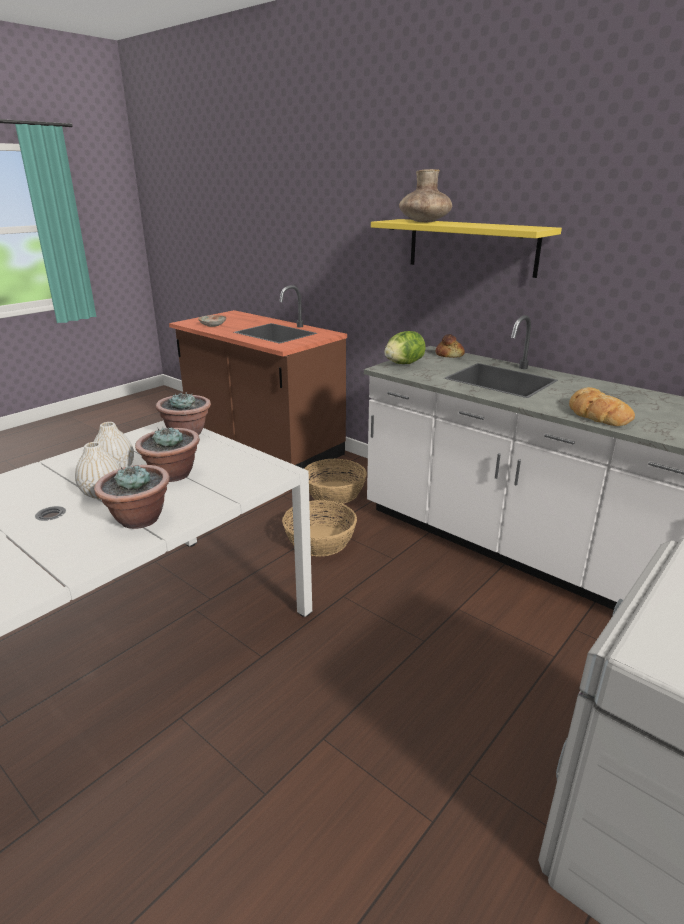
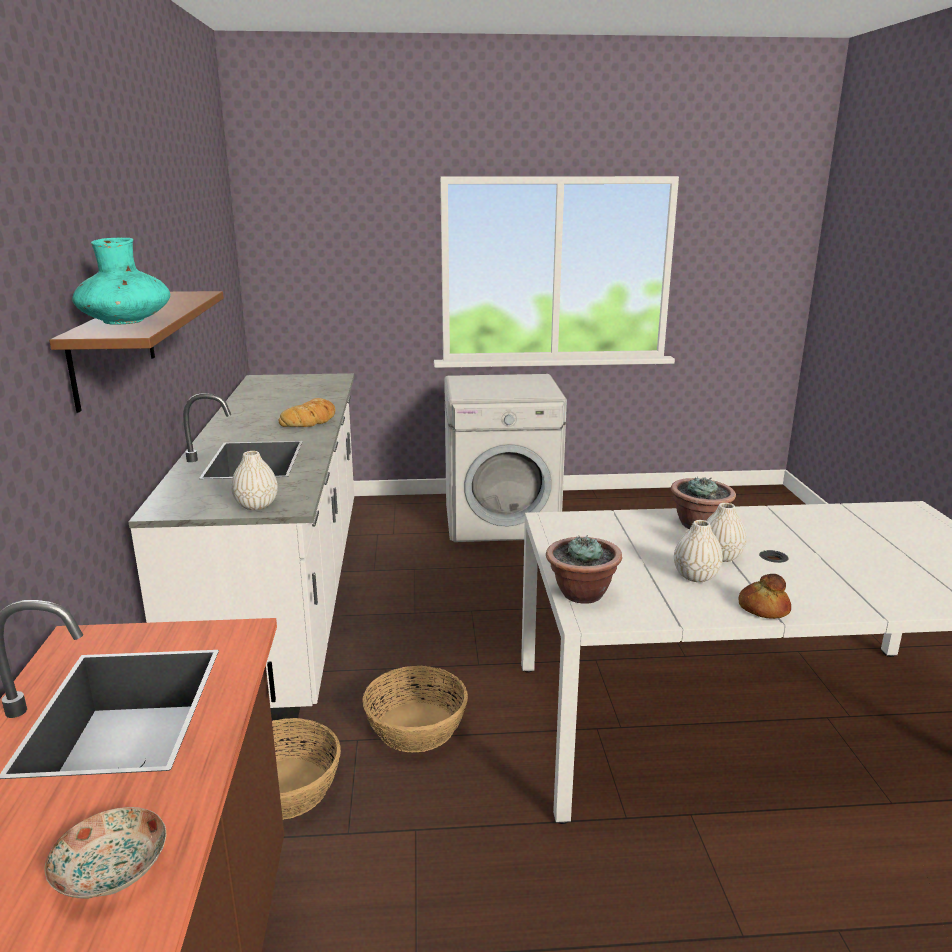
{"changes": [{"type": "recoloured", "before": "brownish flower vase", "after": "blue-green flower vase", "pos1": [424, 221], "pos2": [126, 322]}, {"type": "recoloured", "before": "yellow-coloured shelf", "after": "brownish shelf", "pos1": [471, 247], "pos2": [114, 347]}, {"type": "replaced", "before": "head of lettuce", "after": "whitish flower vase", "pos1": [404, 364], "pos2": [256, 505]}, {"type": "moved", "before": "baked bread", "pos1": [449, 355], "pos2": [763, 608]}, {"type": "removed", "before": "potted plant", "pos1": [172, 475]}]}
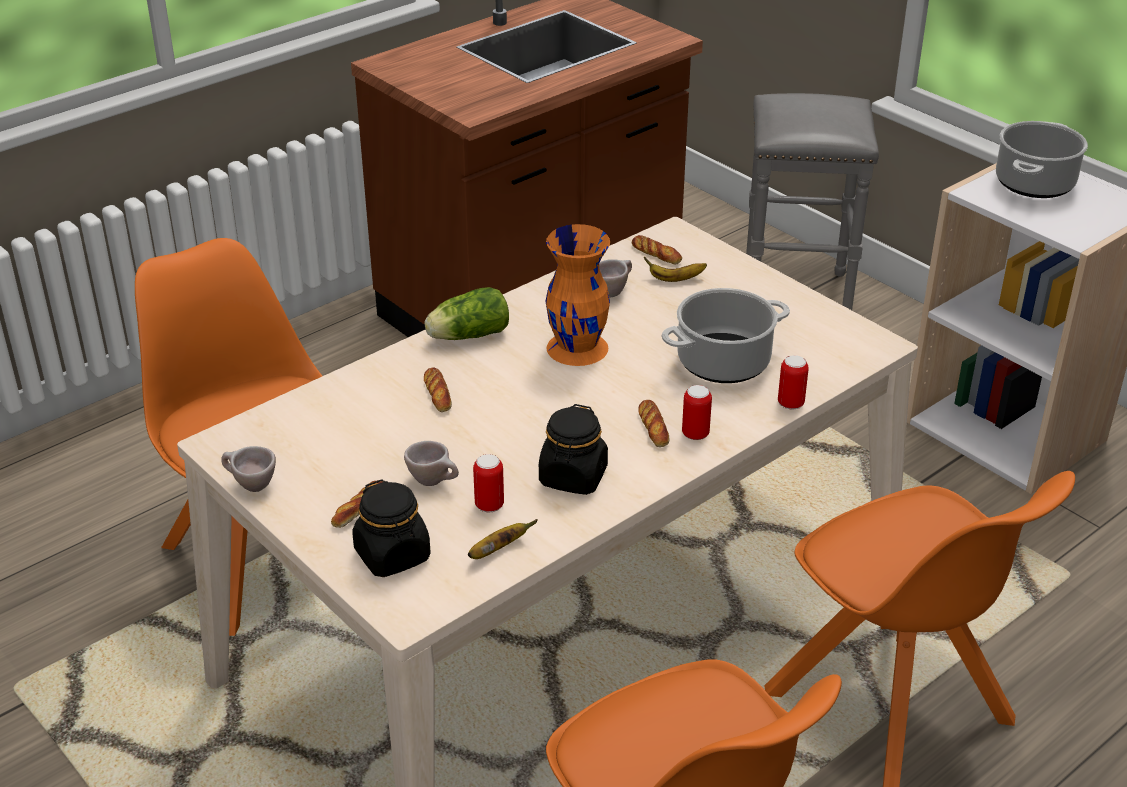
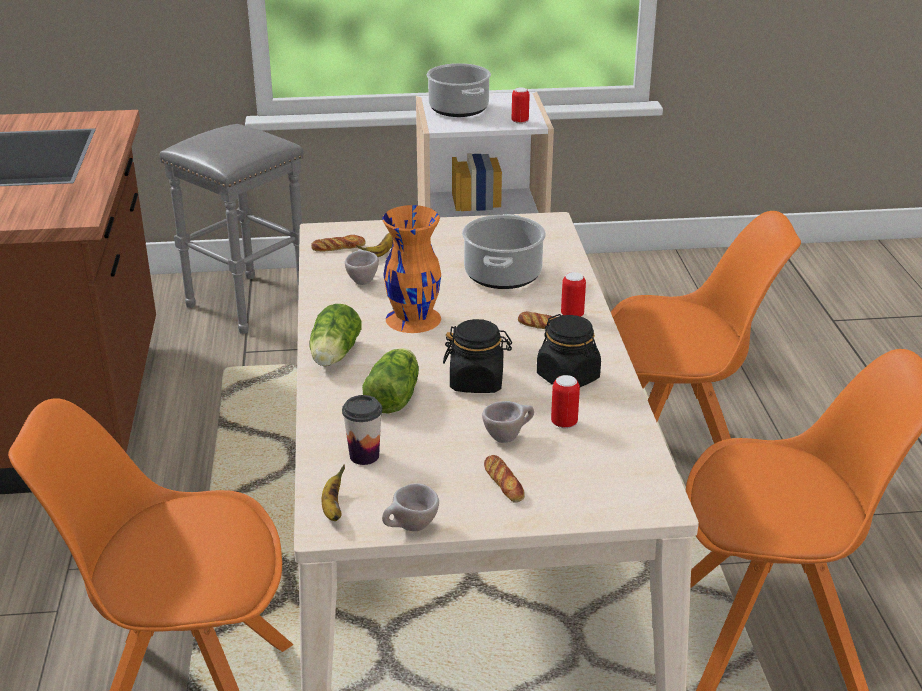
{"changes": [{"type": "moved", "before": "sealed can", "pos1": [790, 403], "pos2": [520, 121]}, {"type": "replaced", "before": "baked bread", "after": "head of lettuce", "pos1": [438, 394], "pos2": [395, 395]}, {"type": "moved", "before": "black jar", "pos1": [393, 555], "pos2": [477, 382]}, {"type": "moved", "before": "banana fruit", "pos1": [498, 550], "pos2": [333, 508]}, {"type": "added", "after": "small cup", "pos2": [364, 456]}]}
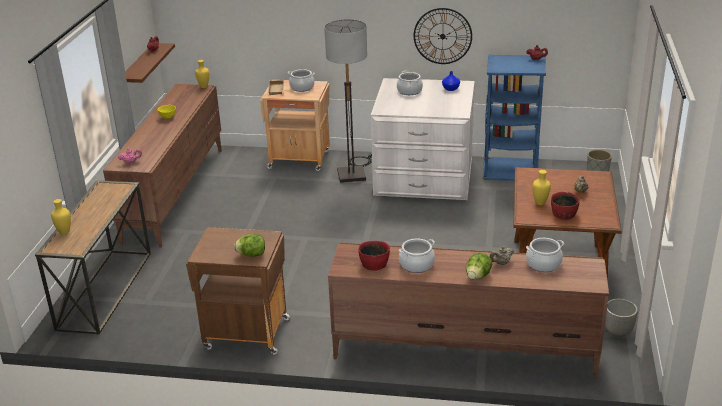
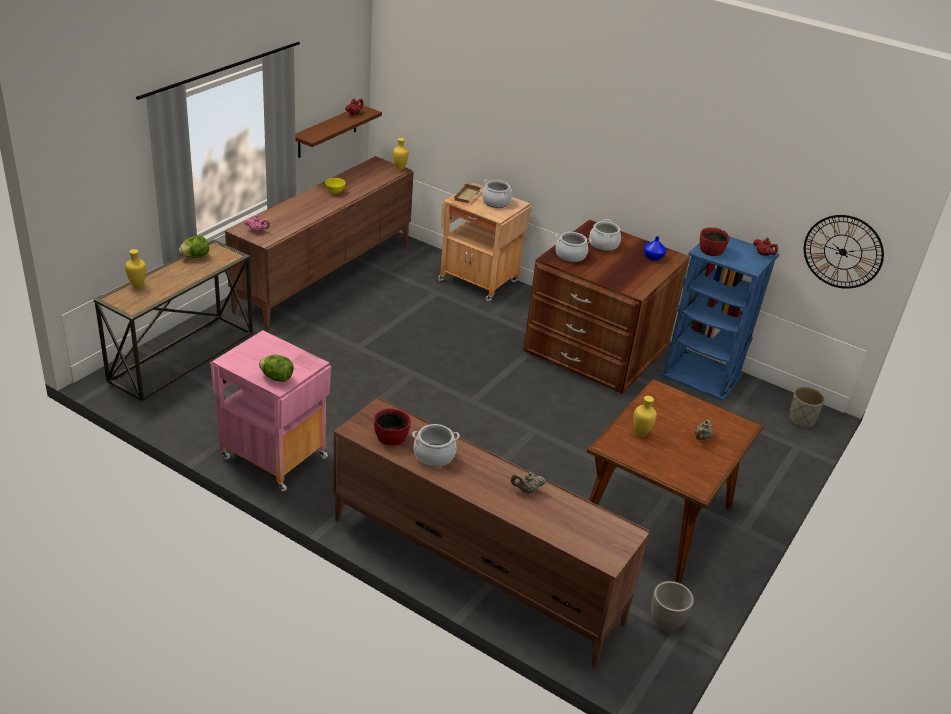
{"changes": [{"type": "moved", "before": "wall clock", "pos1": [442, 36], "pos2": [843, 252]}, {"type": "removed", "before": "standing lamp", "pos1": [354, 171]}, {"type": "recoloured", "before": "whitish drawer chest", "after": "brownish drawer chest", "pos1": [424, 176], "pos2": [596, 348]}, {"type": "moved", "before": "red-coloured bowl", "pos1": [563, 214], "pos2": [710, 251]}, {"type": "recoloured", "before": "brownish trolley", "after": "pink-coloured trolley", "pos1": [245, 333], "pos2": [273, 456]}, {"type": "moved", "before": "saucepot", "pos1": [543, 264], "pos2": [570, 256]}, {"type": "moved", "before": "head of lettuce", "pos1": [478, 276], "pos2": [195, 256]}]}
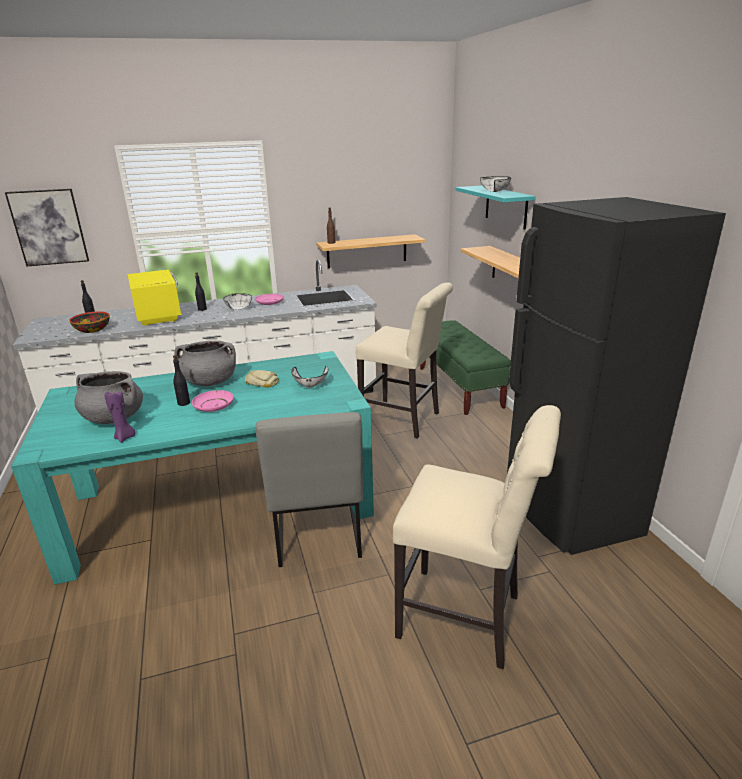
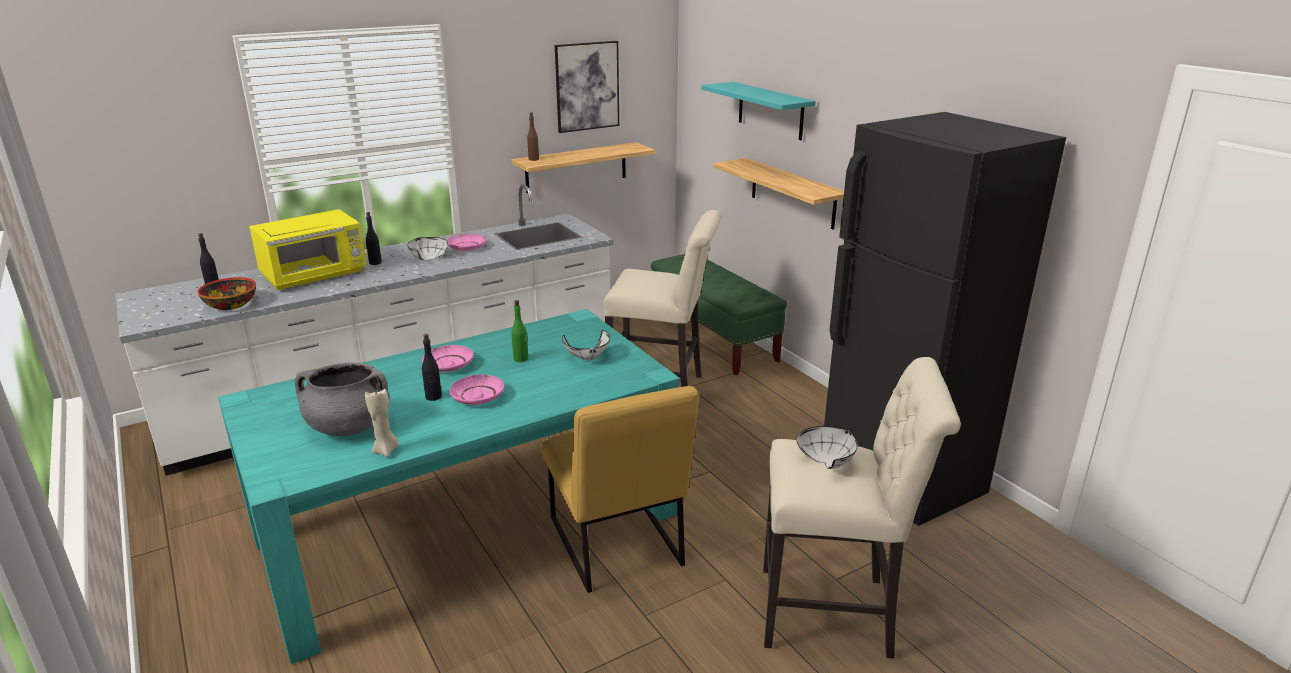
{"changes": [{"type": "moved", "before": "whitish bowl", "pos1": [496, 191], "pos2": [828, 460]}, {"type": "moved", "before": "picture", "pos1": [49, 227], "pos2": [587, 86]}, {"type": "turned", "before": "yellow-coloured kitchen microwave", "pos1": [158, 315], "pos2": [316, 275], "turn": 90}, {"type": "replaced", "before": "gray saucepot", "after": "pink-coloured plate", "pos1": [210, 382], "pos2": [448, 365]}, {"type": "replaced", "before": "baked bread", "after": "green beverage bottle", "pos1": [262, 382], "pos2": [521, 359]}, {"type": "recoloured", "before": "purplish candle", "after": "beige candle", "pos1": [125, 437], "pos2": [386, 450]}, {"type": "recoloured", "before": "gray upright chair", "after": "yellow-coloured upright chair", "pos1": [317, 532], "pos2": [616, 544]}]}
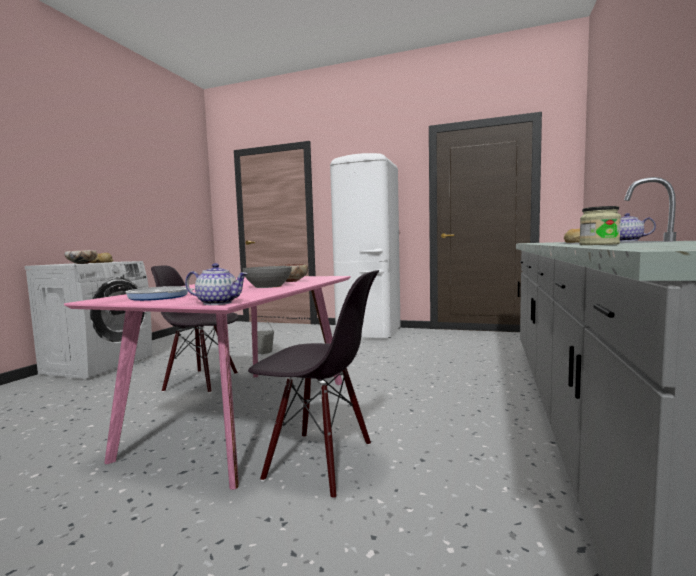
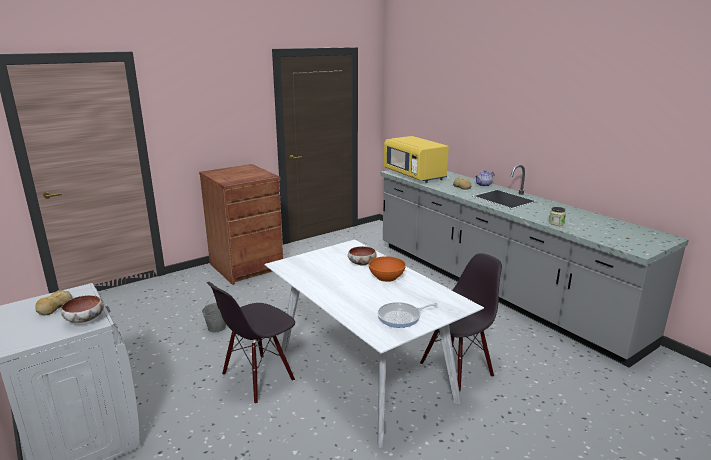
{"changes": [{"type": "replaced", "before": "whitish kitchen fridge", "after": "brownish drawer chest", "pos1": [368, 332], "pos2": [247, 267]}, {"type": "removed", "before": "tea pot", "pos1": [218, 303]}, {"type": "recoloured", "before": "gray bowl", "after": "orange-coloured bowl", "pos1": [268, 286], "pos2": [386, 277]}, {"type": "recoloured", "before": "pink-coloured kitchen table", "after": "whitish kitchen table", "pos1": [249, 415], "pos2": [365, 374]}, {"type": "added", "after": "yellow-coloured kitchen microwave", "pos2": [415, 175]}]}
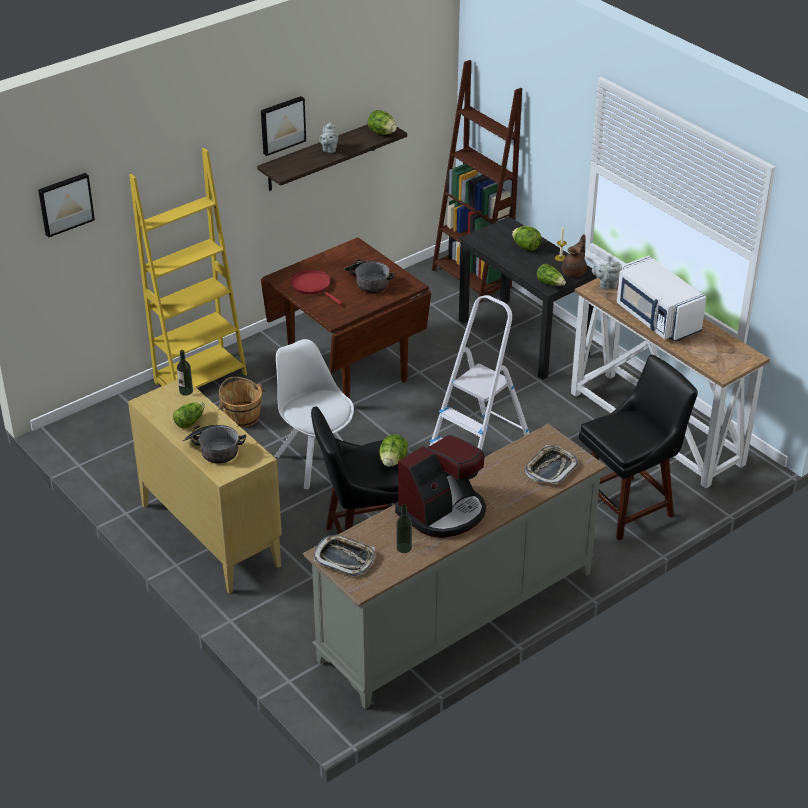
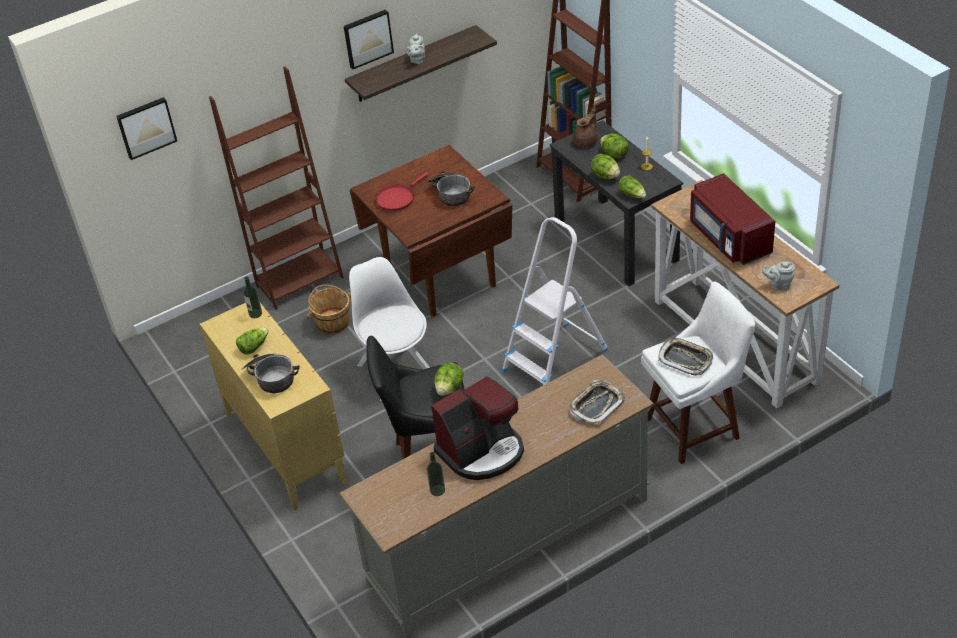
{"changes": [{"type": "moved", "before": "head of lettuce", "pos1": [382, 133], "pos2": [605, 176]}, {"type": "recoloured", "before": "yellow-coloured bookshelf", "after": "brownish bookshelf", "pos1": [200, 378], "pos2": [299, 281]}, {"type": "moved", "before": "brownish tea pot", "pos1": [574, 271], "pos2": [586, 142]}, {"type": "recoloured", "before": "whitish kitchen microwave", "after": "red-coloured kitchen microwave", "pos1": [656, 318], "pos2": [728, 238]}, {"type": "moved", "before": "gray tea pot", "pos1": [606, 285], "pos2": [779, 285]}, {"type": "turned", "before": "red-coloured skillet", "pos1": [313, 286], "pos2": [397, 198], "turn": -105}, {"type": "recoloured", "before": "black stool", "after": "whitish stool", "pos1": [628, 506], "pos2": [695, 427]}, {"type": "moved", "before": "tray", "pos1": [344, 558], "pos2": [685, 359]}]}
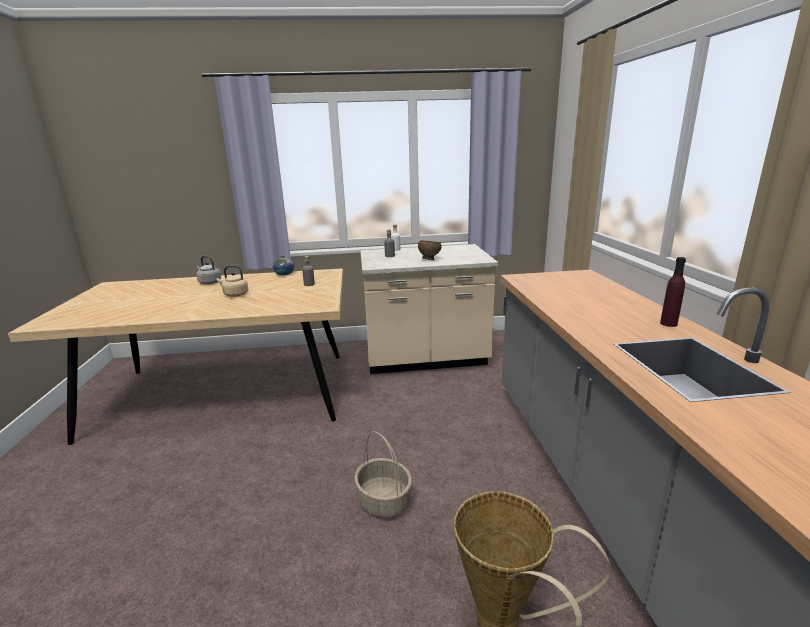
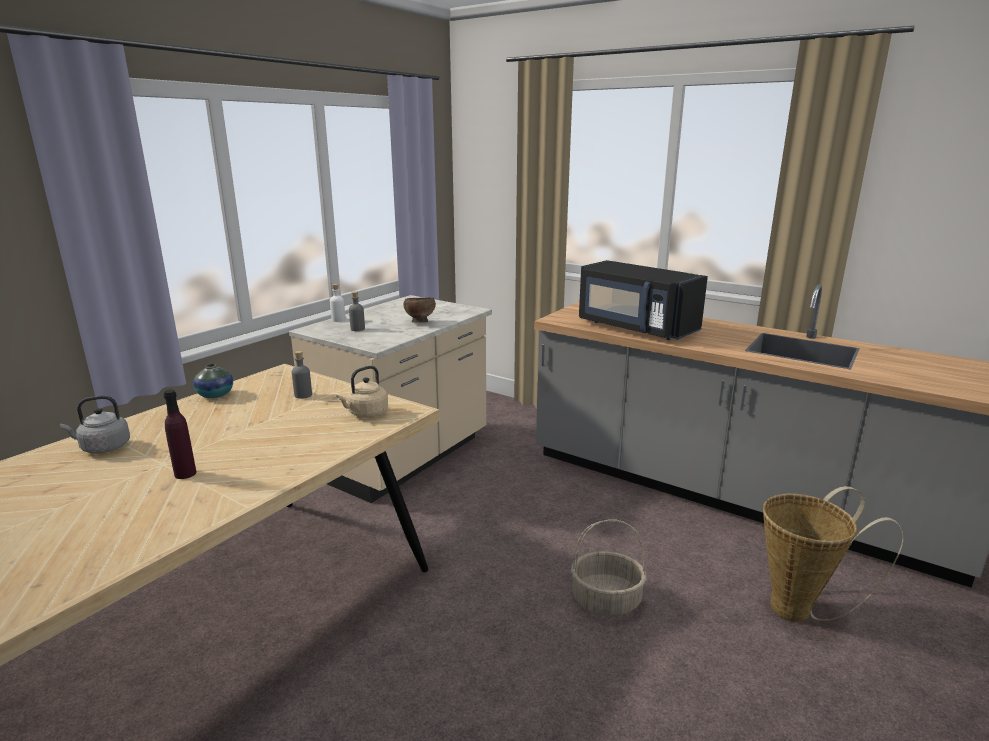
{"changes": [{"type": "moved", "before": "purplish beverage bottle", "pos1": [668, 324], "pos2": [185, 474]}, {"type": "moved", "before": "beige water kettle", "pos1": [235, 295], "pos2": [366, 414]}, {"type": "added", "after": "black kitchen microwave", "pos2": [634, 328]}]}
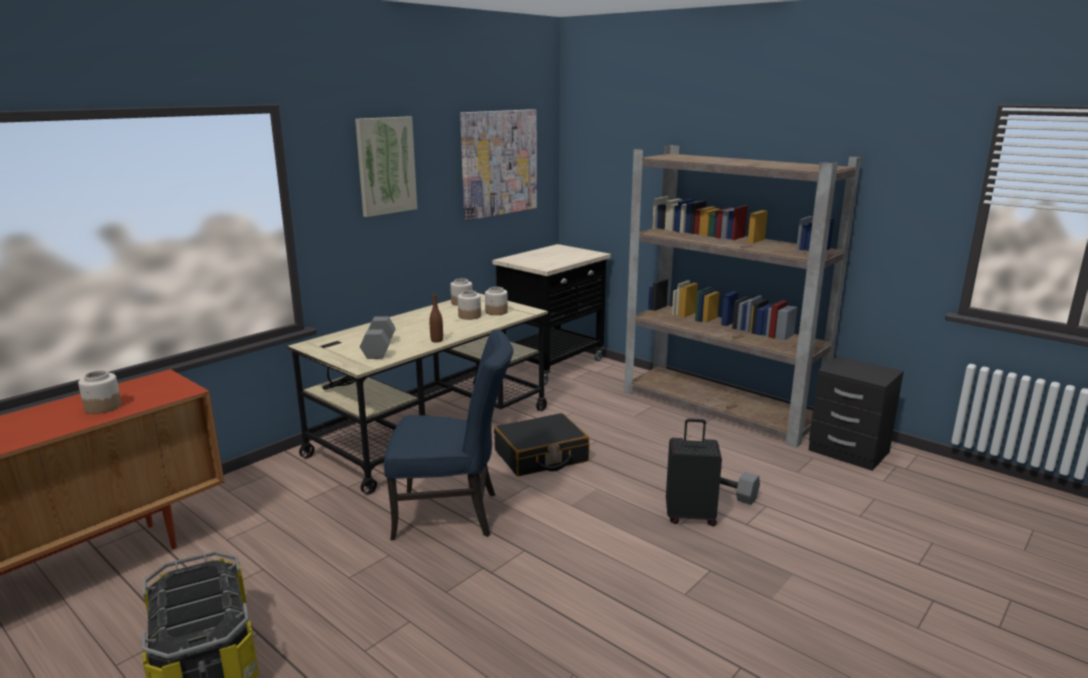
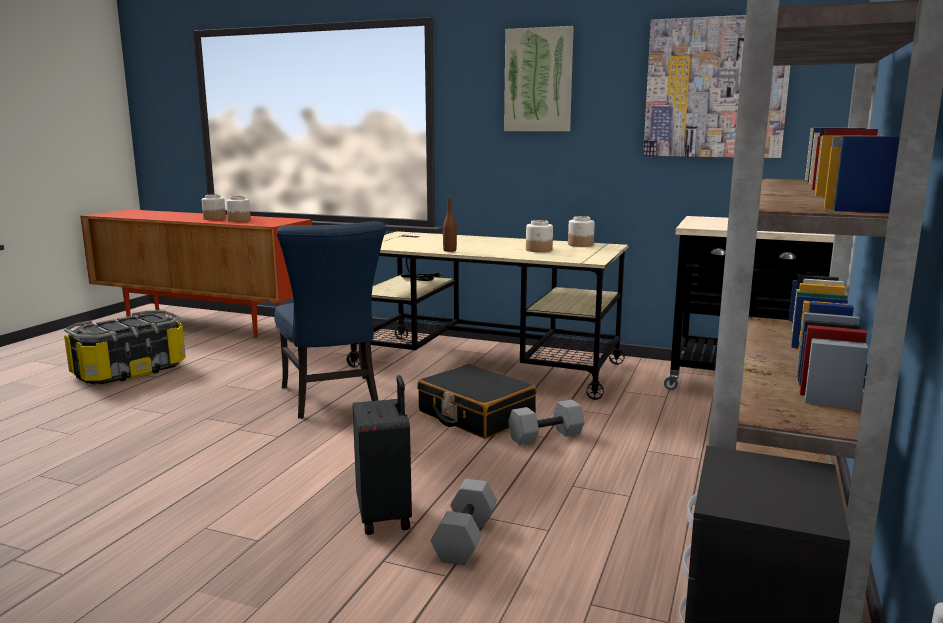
{"changes": [{"type": "moved", "before": "jar", "pos1": [496, 312], "pos2": [214, 218]}, {"type": "moved", "before": "gray dumbbell", "pos1": [378, 348], "pos2": [546, 435]}]}
